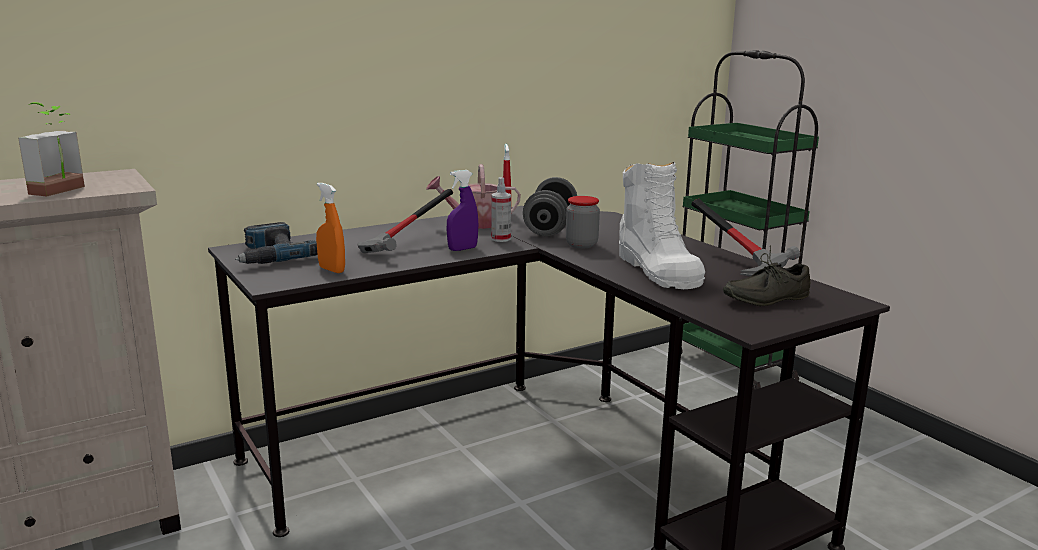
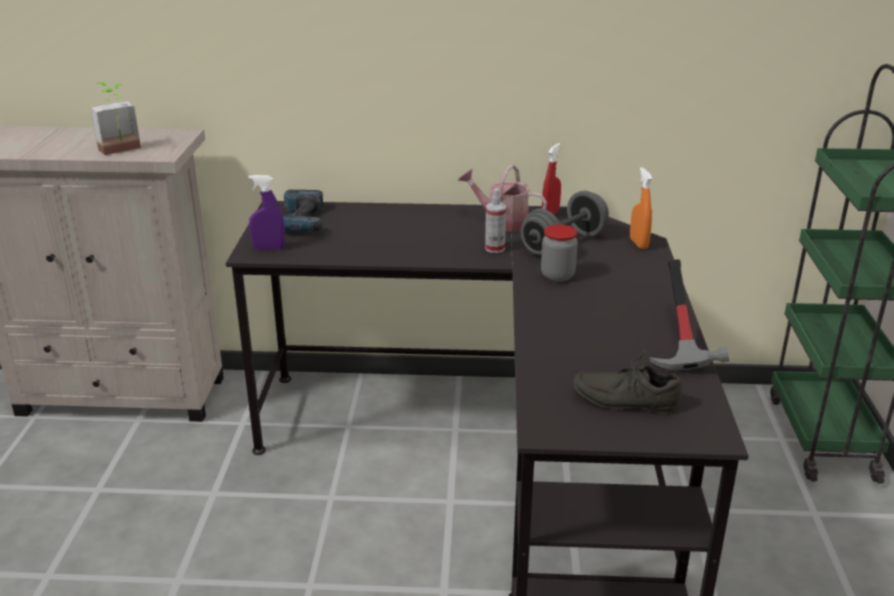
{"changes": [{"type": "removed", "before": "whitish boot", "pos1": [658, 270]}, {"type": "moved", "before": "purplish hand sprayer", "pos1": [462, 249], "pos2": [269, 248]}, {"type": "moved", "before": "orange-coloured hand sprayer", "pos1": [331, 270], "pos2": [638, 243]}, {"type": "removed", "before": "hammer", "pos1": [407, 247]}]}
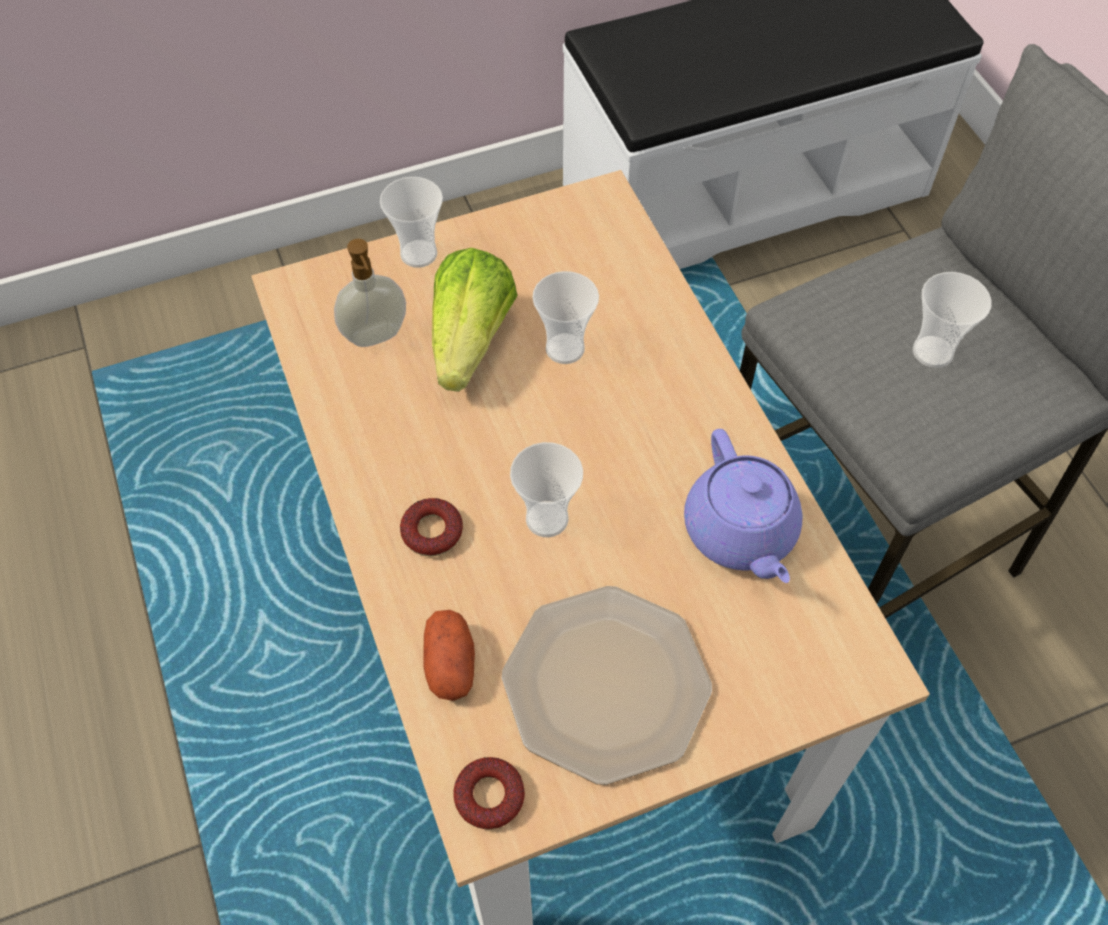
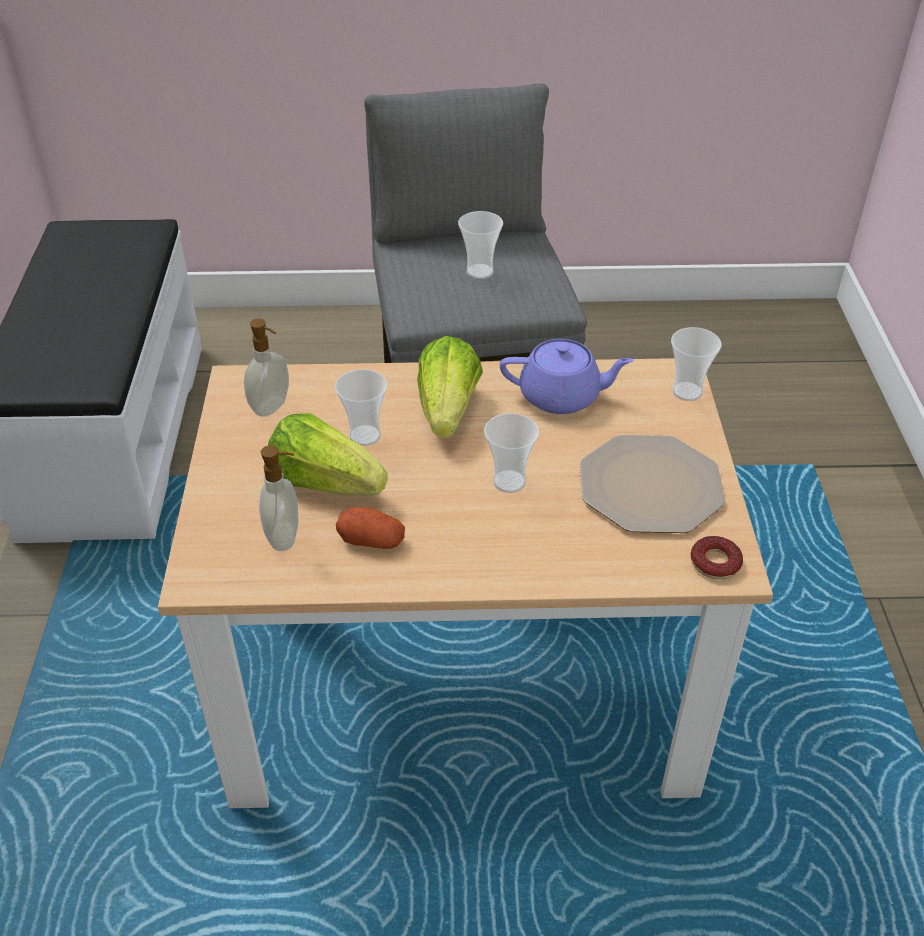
{"changes": [{"type": "moved", "before": "small cup", "pos1": [418, 254], "pos2": [687, 392]}, {"type": "removed", "before": "donut", "pos1": [432, 531]}, {"type": "moved", "before": "whole potato", "pos1": [450, 664], "pos2": [372, 540]}, {"type": "added", "after": "liquid soap bottle", "pos2": [272, 407]}, {"type": "added", "after": "head of lettuce", "pos2": [448, 410]}]}
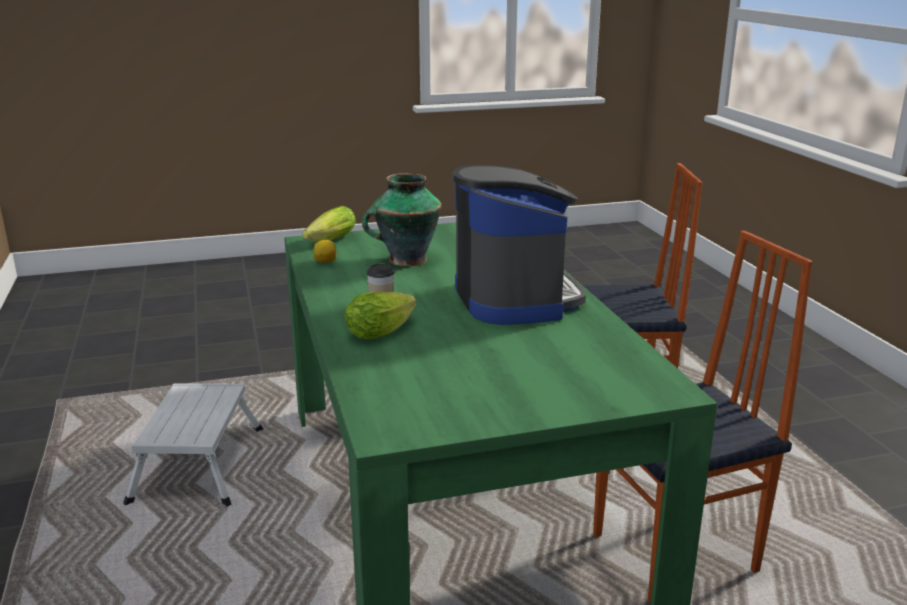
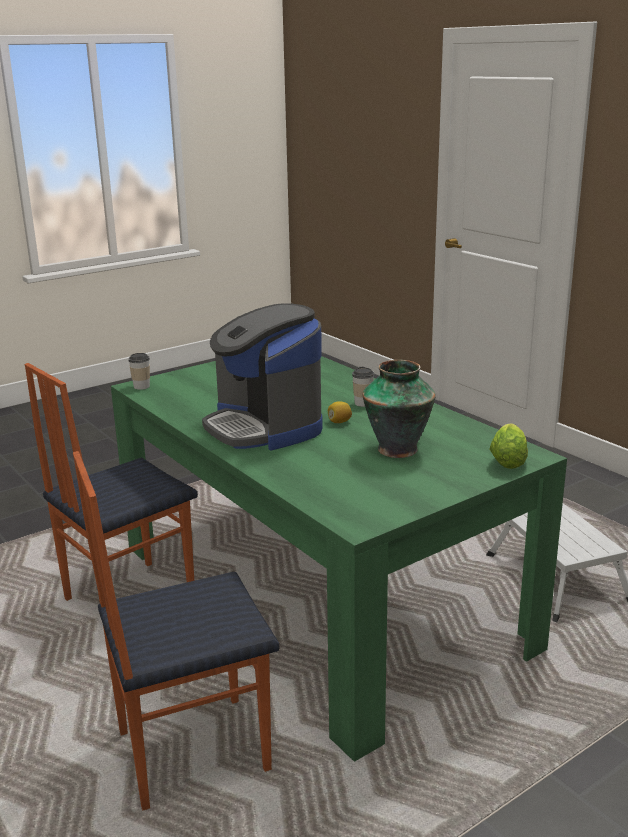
{"changes": [{"type": "moved", "before": "whole lemon", "pos1": [325, 262], "pos2": [339, 422]}, {"type": "removed", "before": "head of lettuce", "pos1": [384, 330]}, {"type": "added", "after": "small cup", "pos2": [141, 386]}]}
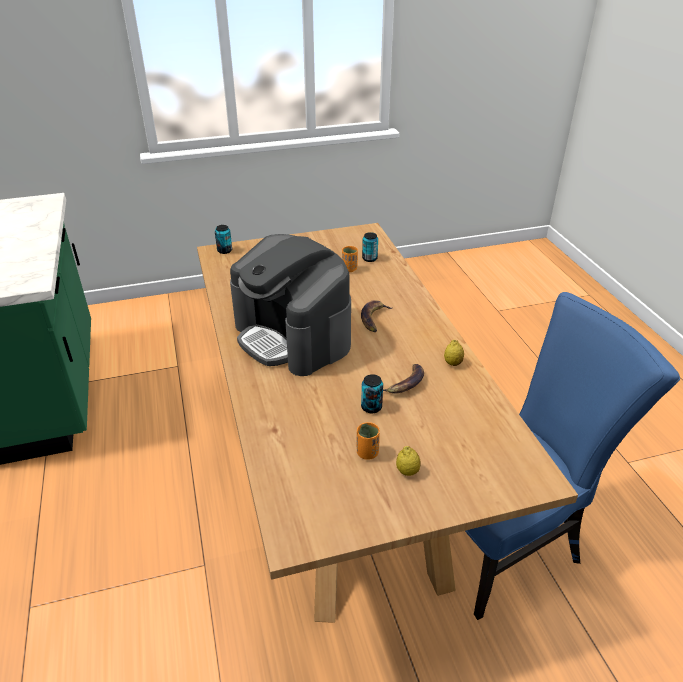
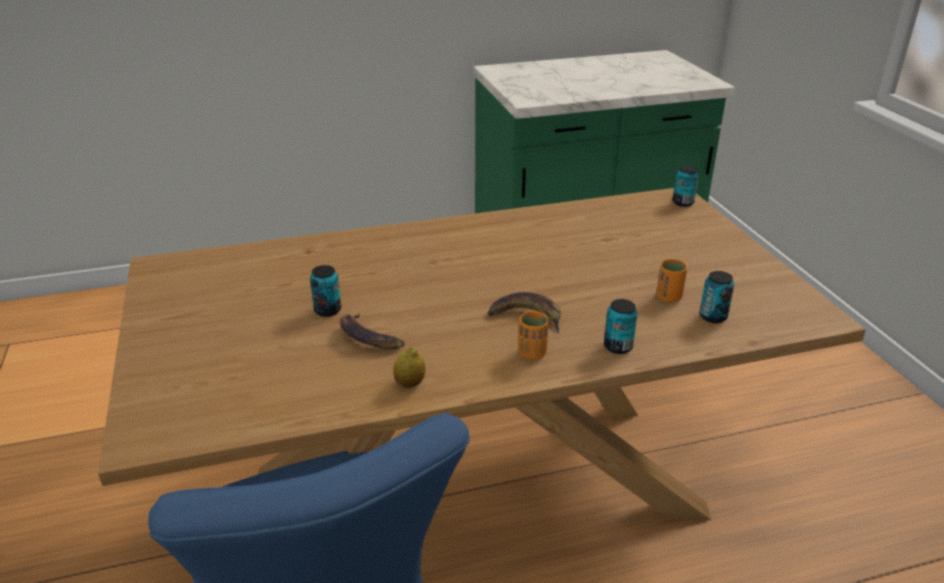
{"changes": [{"type": "removed", "before": "coffee machine", "pos1": [293, 336]}, {"type": "moved", "before": "orange-coloured small cup", "pos1": [367, 453], "pos2": [532, 353]}, {"type": "removed", "before": "whole lemon", "pos1": [407, 471]}, {"type": "added", "after": "sealed can", "pos2": [618, 347]}]}
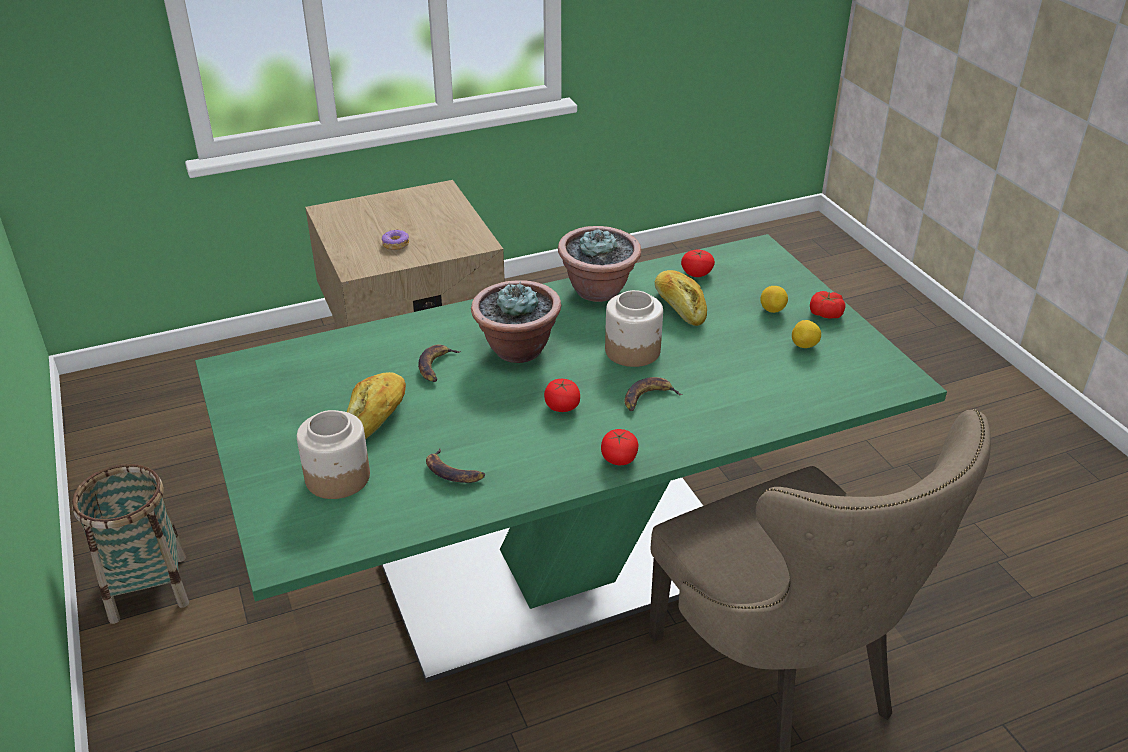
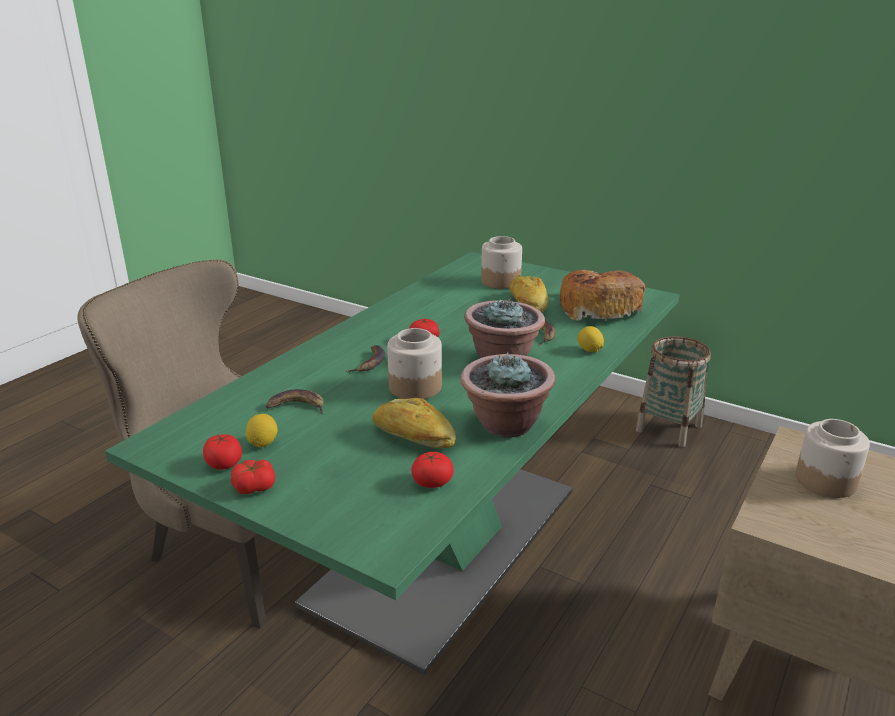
{"changes": [{"type": "replaced", "before": "donut", "after": "jar", "pos1": [395, 244], "pos2": [826, 481]}, {"type": "moved", "before": "whole lemon", "pos1": [772, 310], "pos2": [589, 350]}, {"type": "moved", "before": "tomato", "pos1": [619, 458], "pos2": [224, 463]}, {"type": "moved", "before": "banana fruit", "pos1": [453, 472], "pos2": [296, 406]}, {"type": "added", "after": "baked bread", "pos2": [598, 308]}]}
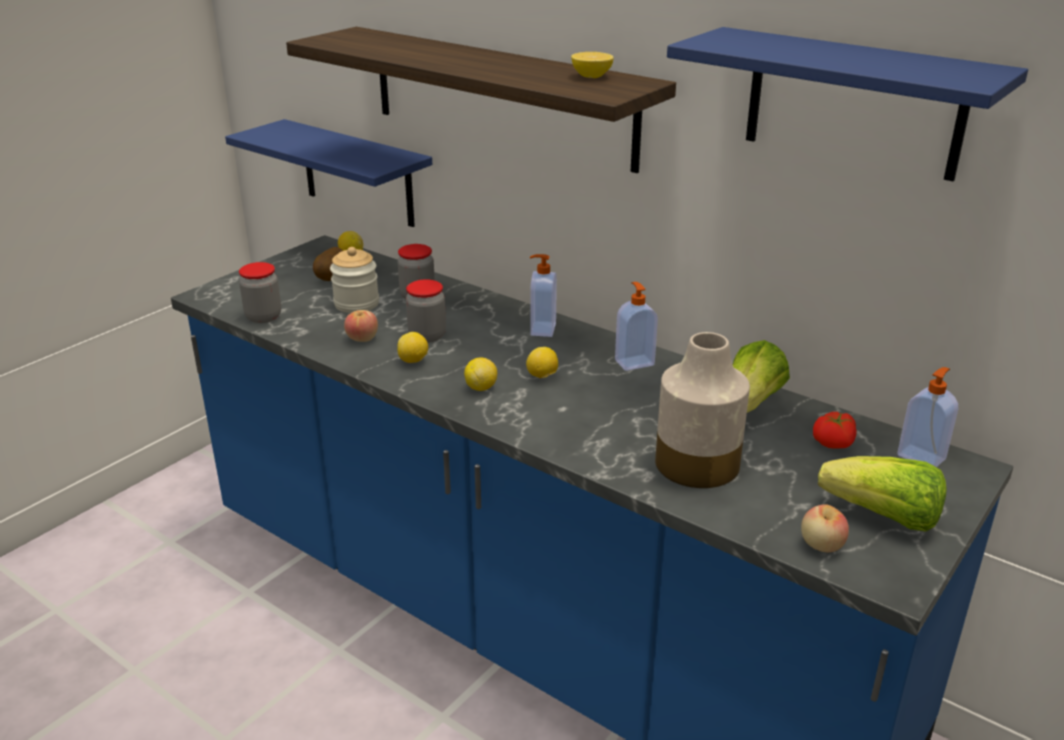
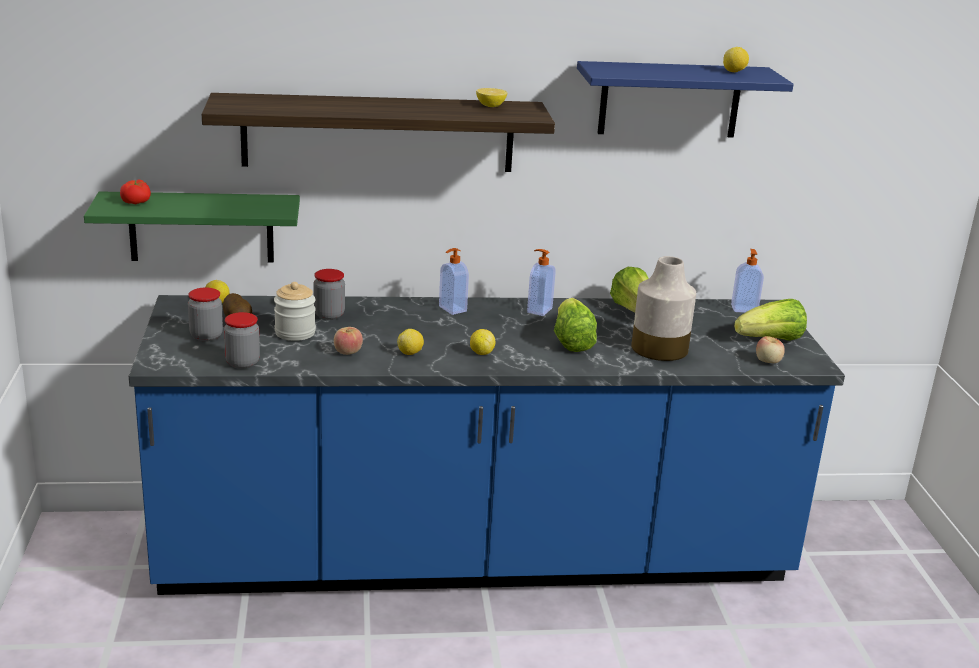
{"changes": [{"type": "recoloured", "before": "bluish shelf", "after": "green shelf", "pos1": [357, 174], "pos2": [201, 227]}, {"type": "moved", "before": "jar", "pos1": [427, 336], "pos2": [206, 336]}, {"type": "moved", "before": "whole lemon", "pos1": [542, 376], "pos2": [734, 72]}, {"type": "moved", "before": "tomato", "pos1": [834, 443], "pos2": [137, 202]}, {"type": "added", "after": "head of lettuce", "pos2": [571, 341]}]}
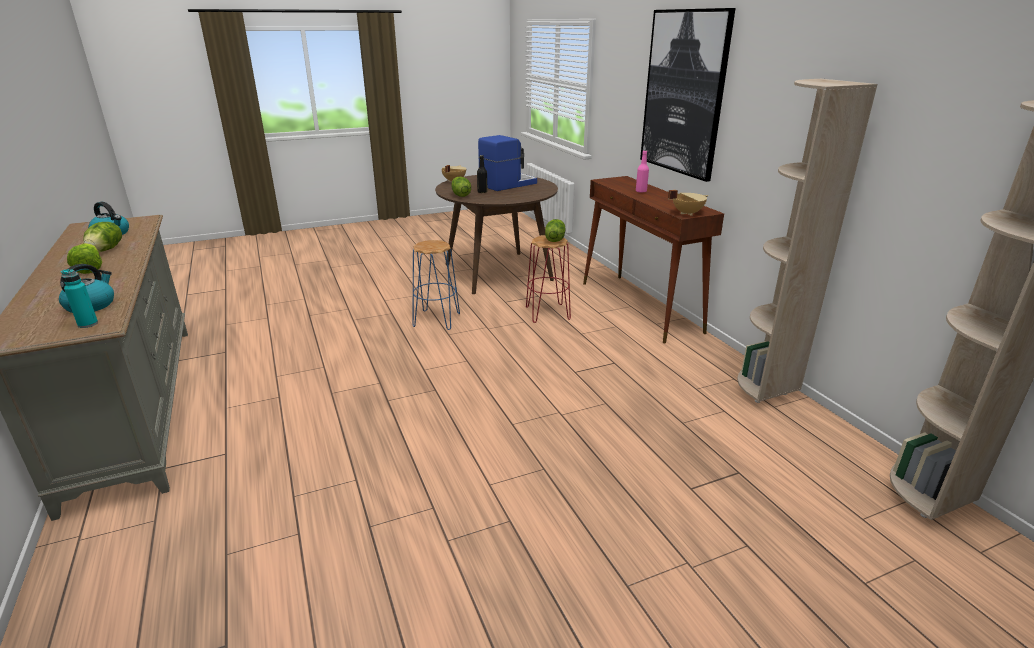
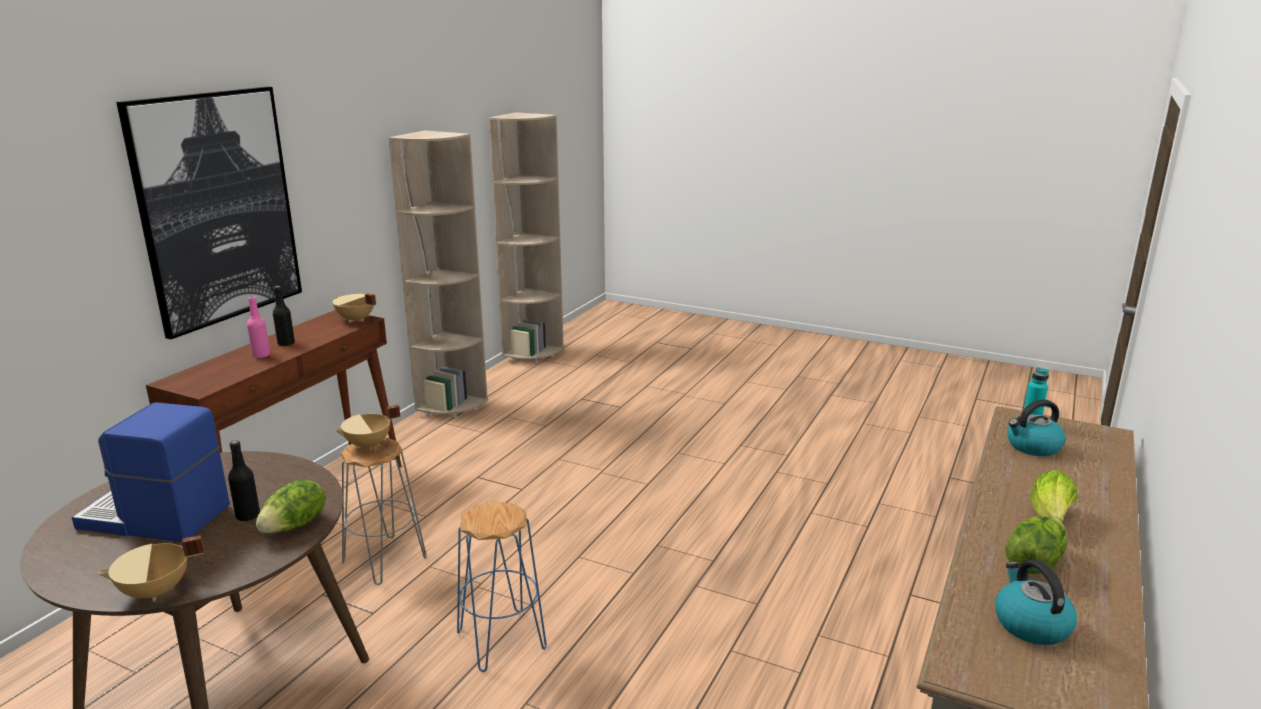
{"changes": [{"type": "replaced", "before": "head of lettuce", "after": "beige saucepot", "pos1": [554, 239], "pos2": [369, 445]}, {"type": "recoloured", "before": "red-coloured stool", "after": "gray stool", "pos1": [547, 313], "pos2": [385, 560]}, {"type": "added", "after": "black beverage bottle", "pos2": [286, 343]}]}
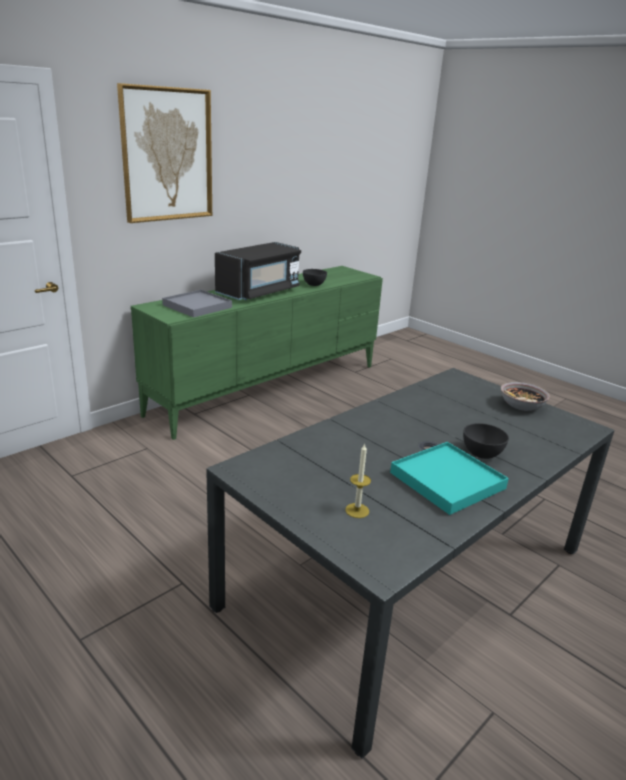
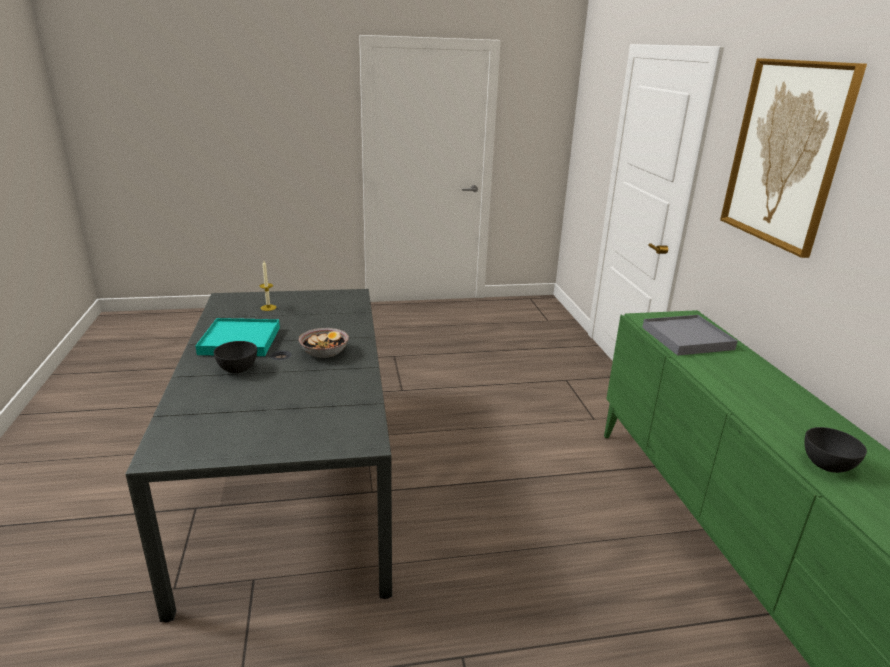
{"changes": [{"type": "removed", "before": "black kitchen microwave", "pos1": [259, 292]}, {"type": "moved", "before": "bowl", "pos1": [521, 406], "pos2": [324, 353]}]}
